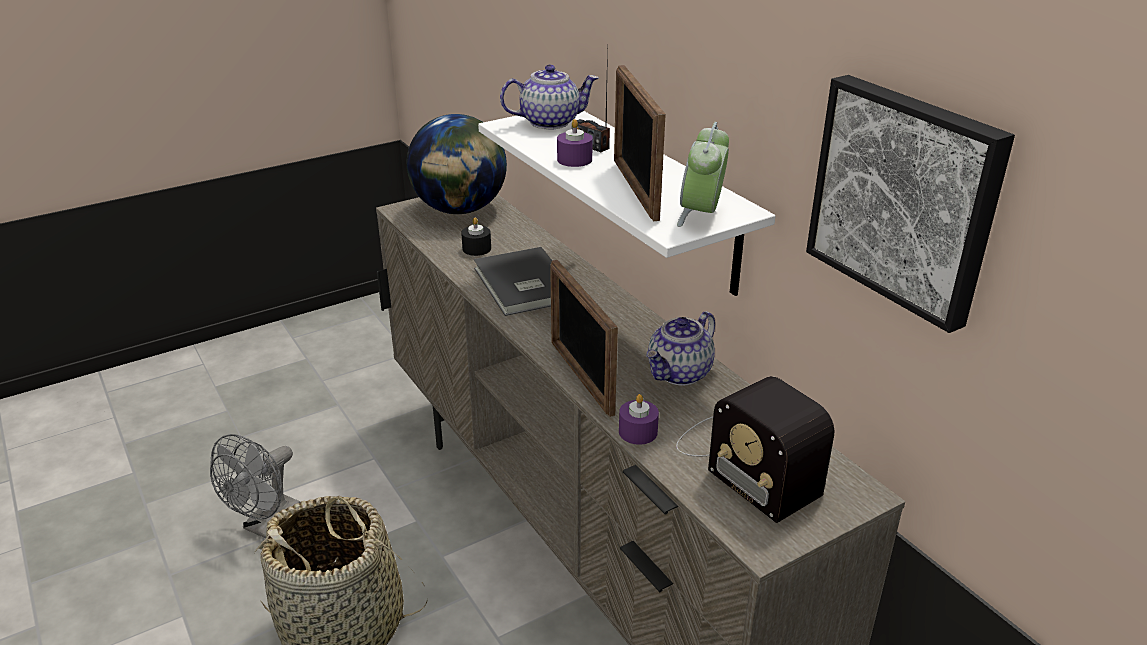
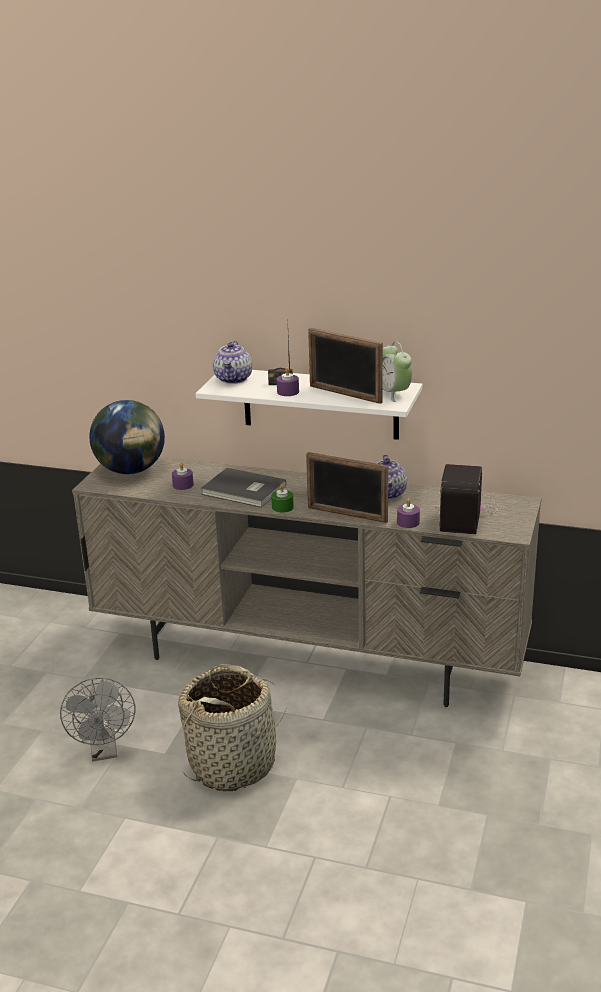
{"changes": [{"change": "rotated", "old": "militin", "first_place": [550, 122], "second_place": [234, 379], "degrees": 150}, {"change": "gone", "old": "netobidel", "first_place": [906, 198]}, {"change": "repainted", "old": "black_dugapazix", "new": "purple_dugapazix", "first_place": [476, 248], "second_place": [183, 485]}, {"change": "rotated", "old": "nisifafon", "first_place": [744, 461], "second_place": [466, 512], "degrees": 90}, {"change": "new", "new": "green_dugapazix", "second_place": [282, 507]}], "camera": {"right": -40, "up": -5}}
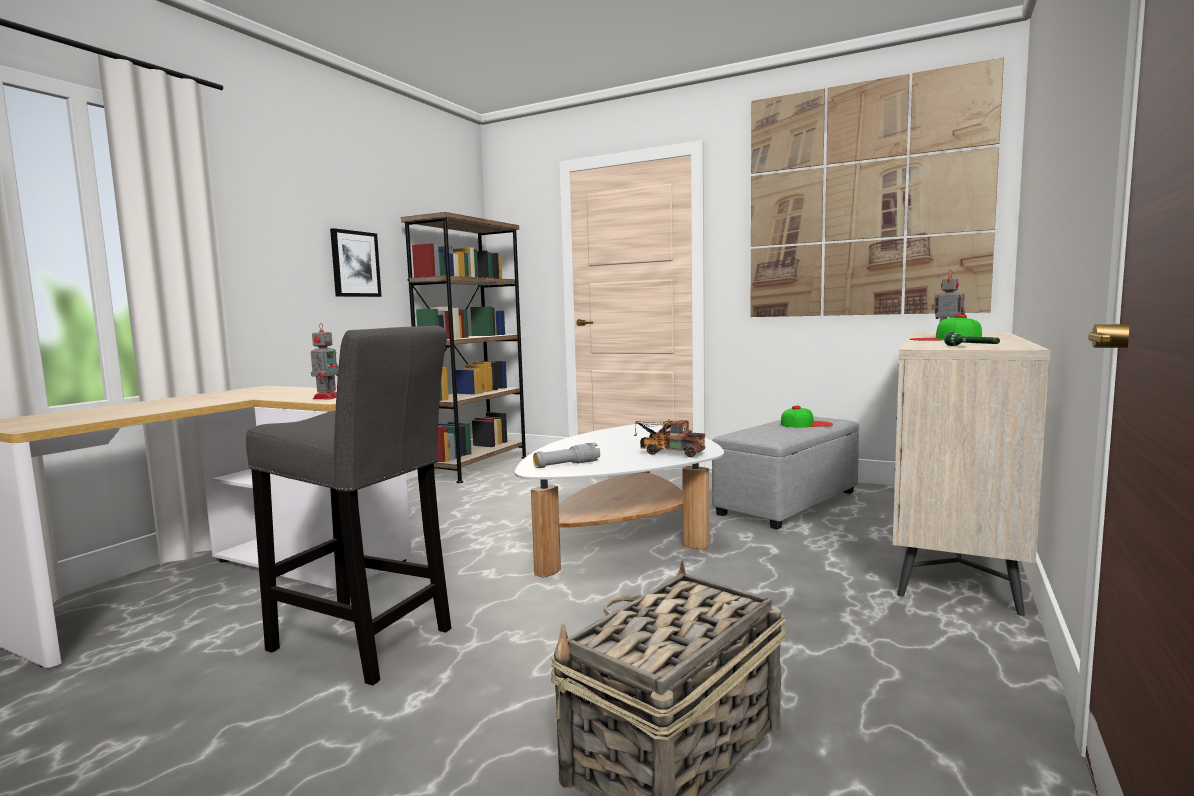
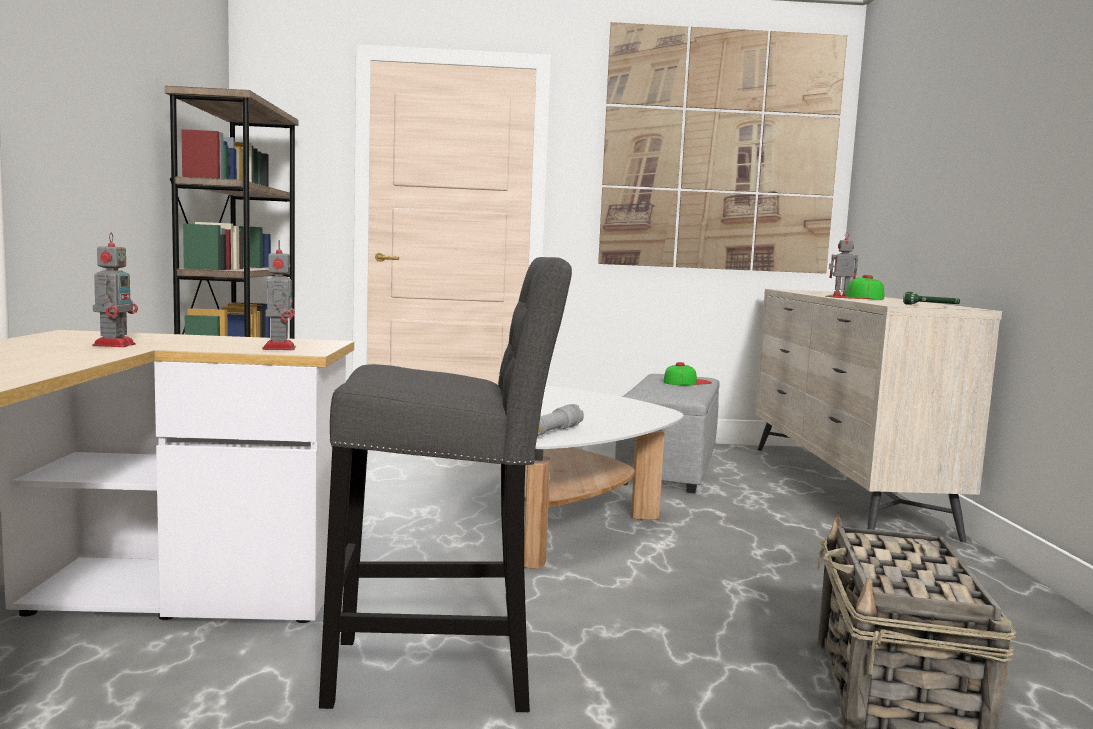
{"changes": [{"change": "gone", "old": "netobidel", "first_place": [355, 264]}, {"change": "gone", "old": "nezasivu", "first_place": [668, 452]}, {"change": "new", "new": "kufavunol", "second_place": [115, 345]}], "camera": {"right": -30, "up": 0}}
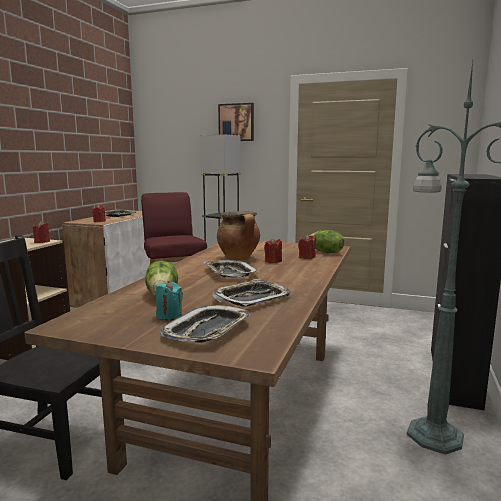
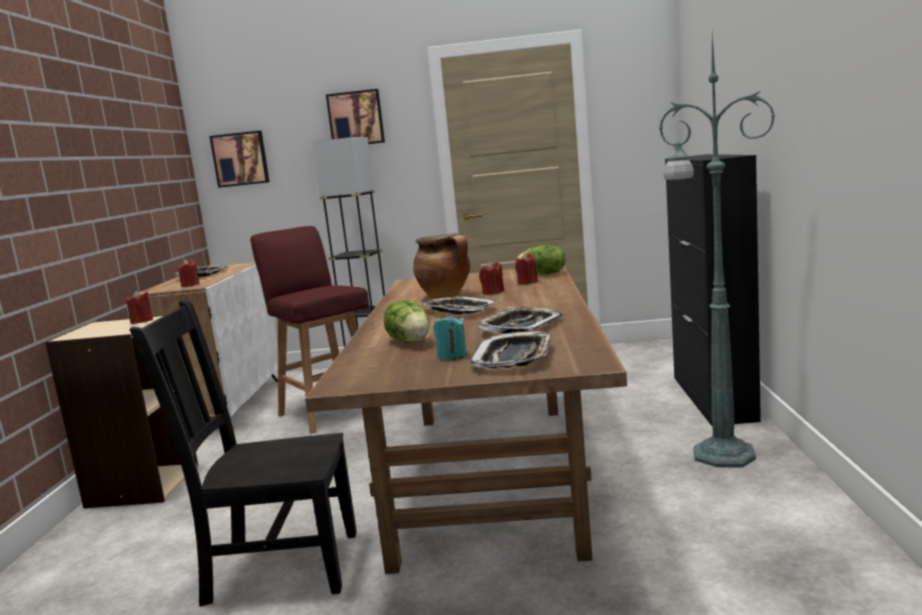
{"changes": [{"change": "new", "new": "netobidel", "second_place": [240, 159]}], "camera": {"right": -15, "up": 0}}
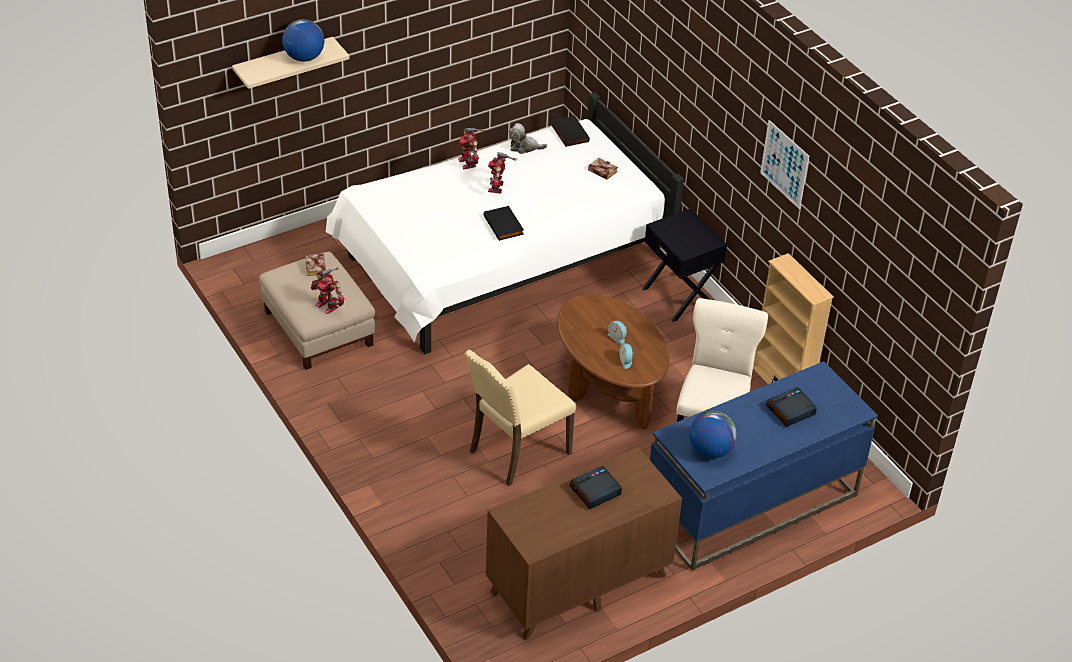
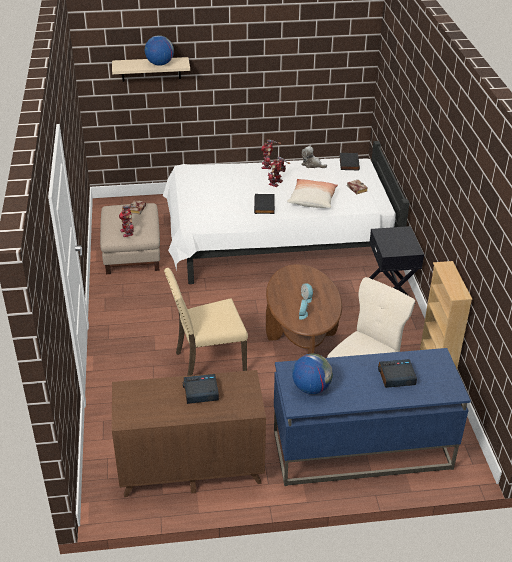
{"changes": [{"change": "gone", "old": "netobidel", "first_place": [784, 164]}, {"change": "new", "new": "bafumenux", "second_place": [312, 200]}], "camera": {"right": 25, "up": -5}}
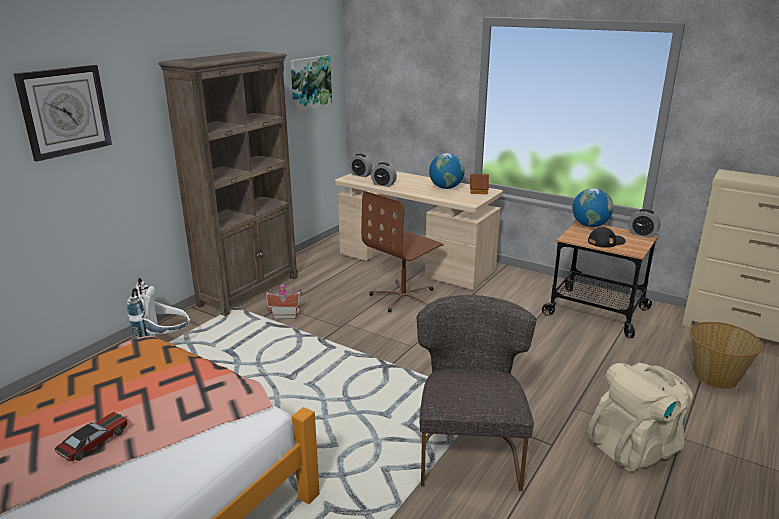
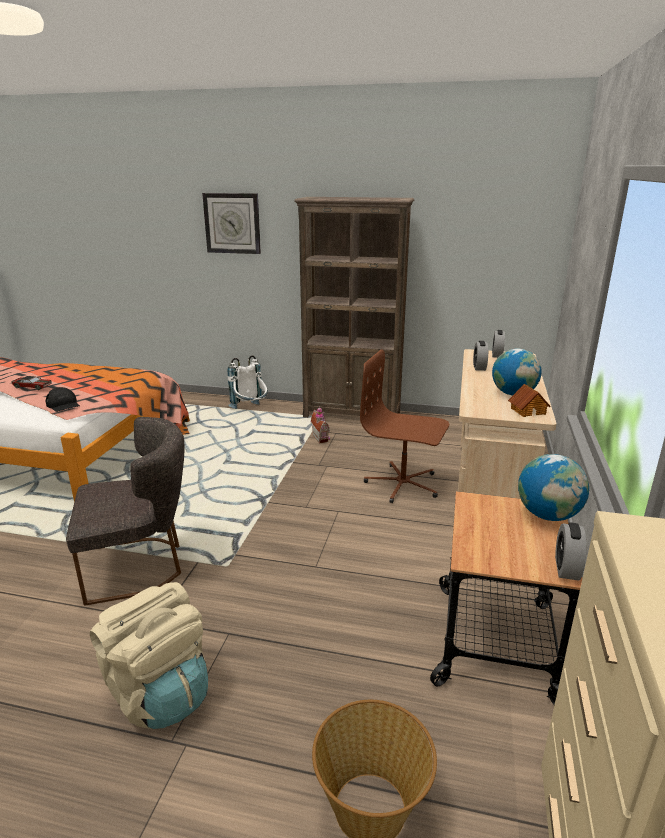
{"changes": [{"change": "gone", "old": "netobidel", "first_place": [310, 82]}, {"change": "shifted", "old": "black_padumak", "first_place": [606, 241], "second_place": [63, 405]}], "camera": {"right": 70, "up": 0}}
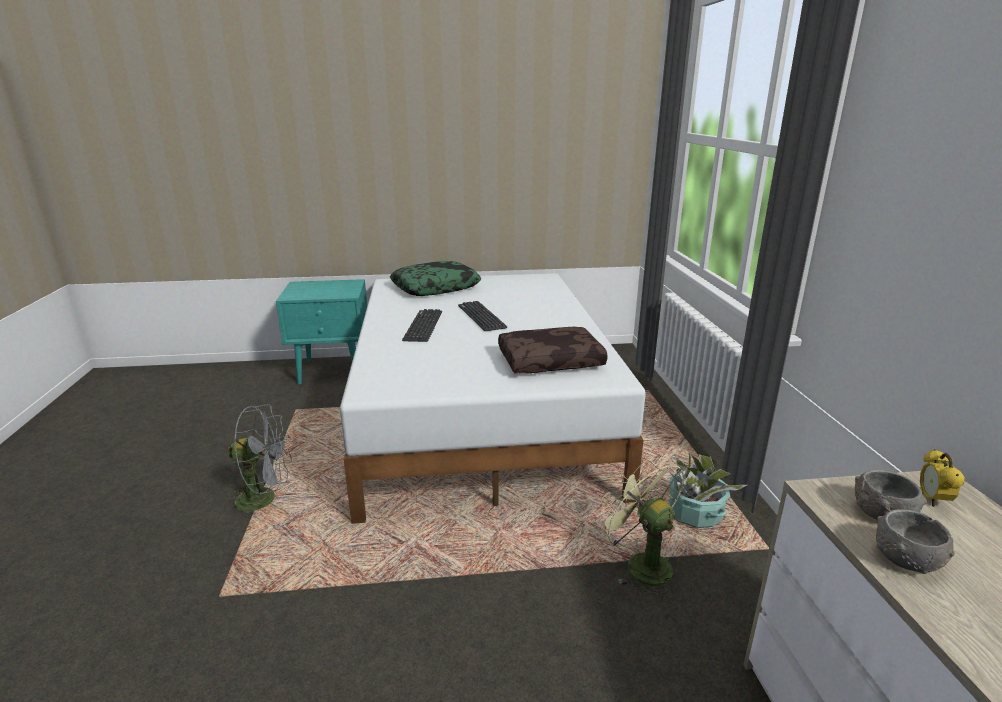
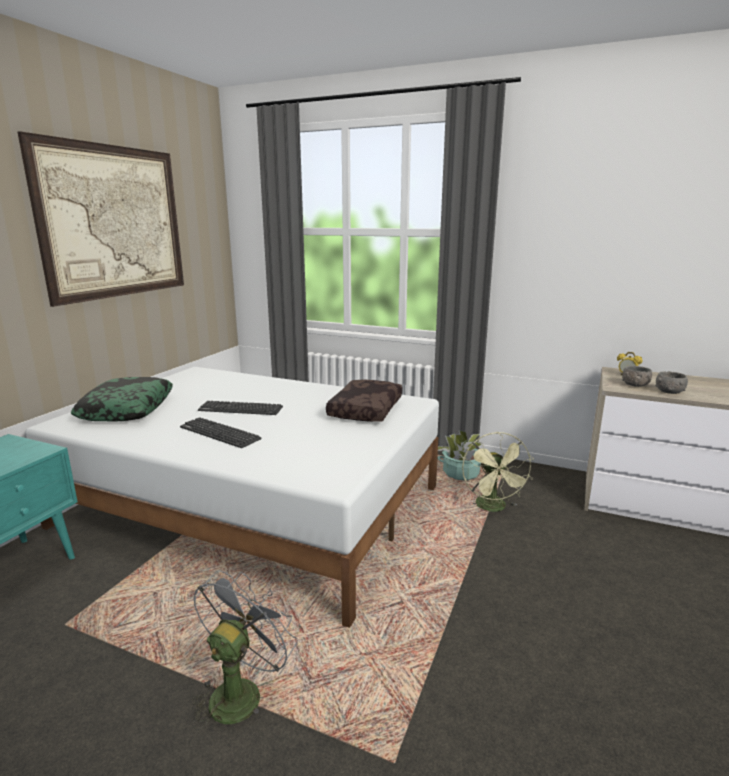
{"changes": [{"change": "rotated", "old": "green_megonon", "first_place": [640, 564], "second_place": [494, 508], "degrees": -90}, {"change": "new", "new": "netobidel", "second_place": [114, 222]}], "camera": {"right": -60, "up": -5}}
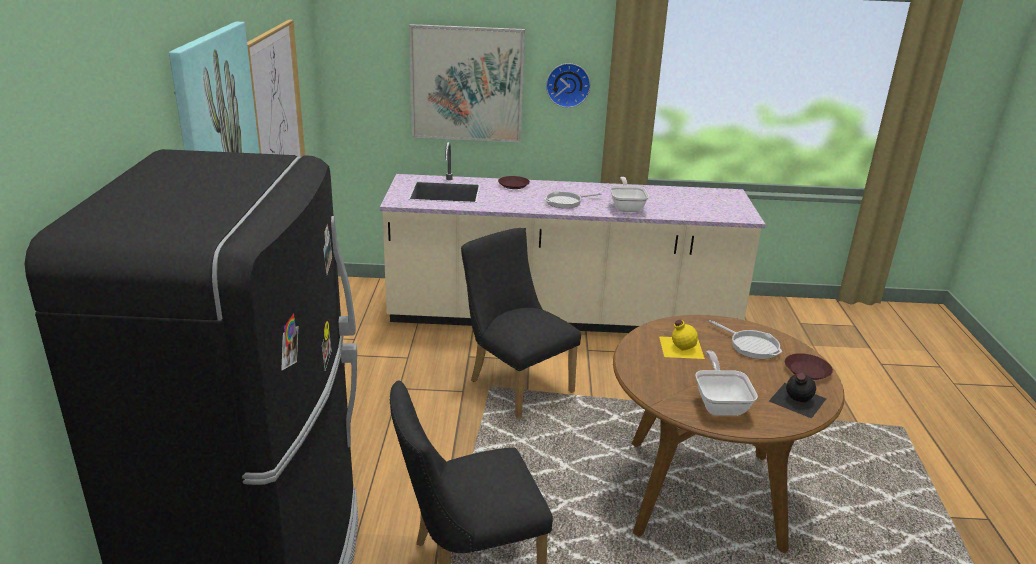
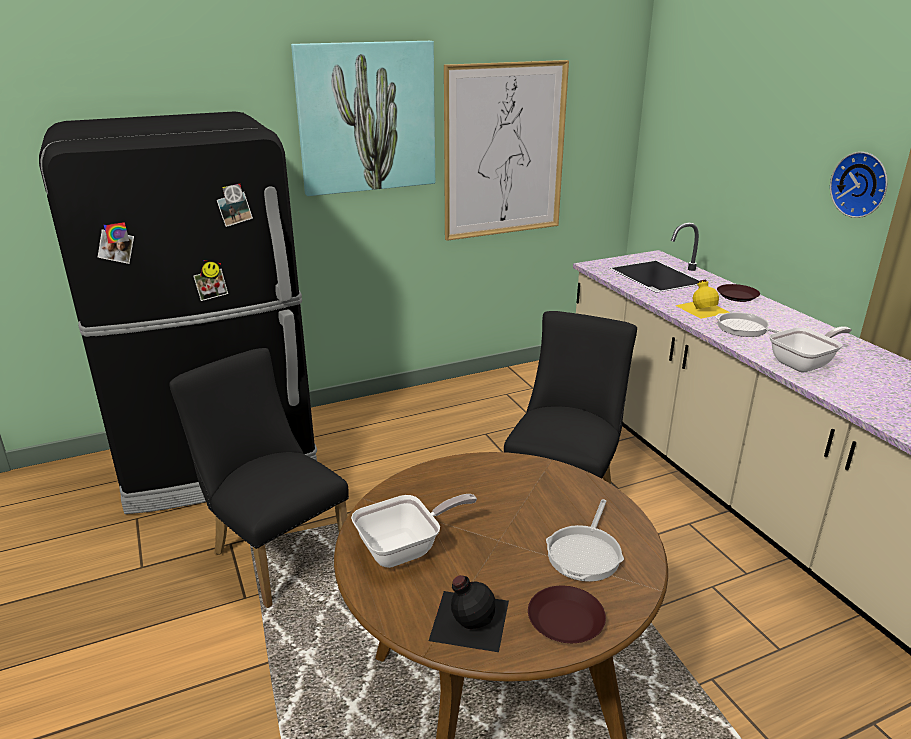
{"changes": [{"change": "gone", "old": "netobidel", "first_place": [467, 84]}, {"change": "shifted", "old": "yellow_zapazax", "first_place": [680, 347], "second_place": [702, 308]}], "camera": {"right": 65, "up": 0}}
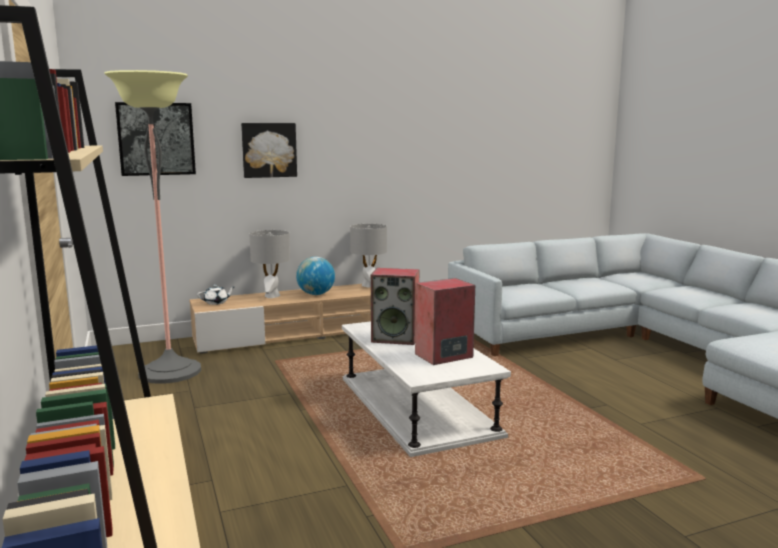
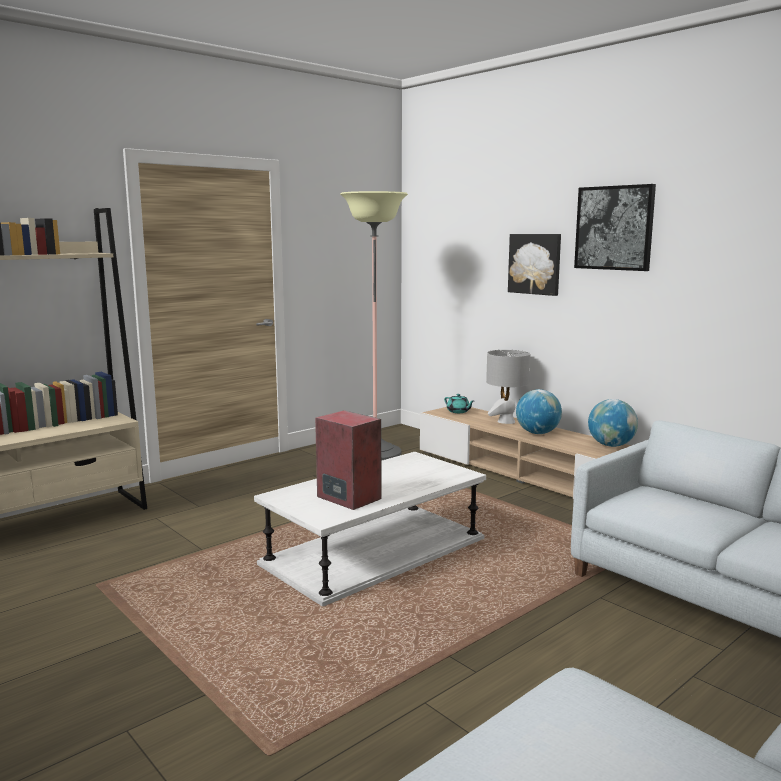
{"changes": [{"change": "shifted", "old": "netobidel", "first_place": [156, 139], "second_place": [614, 228]}, {"change": "swapped", "old": "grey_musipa", "new": "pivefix", "first_place": [369, 285], "second_place": [611, 445]}, {"change": "gone", "old": "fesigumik", "first_place": [396, 338]}, {"change": "repainted", "old": "white_militin", "new": "turquoise_militin", "first_place": [216, 302], "second_place": [458, 411]}], "camera": {"right": 70, "up": 0}}
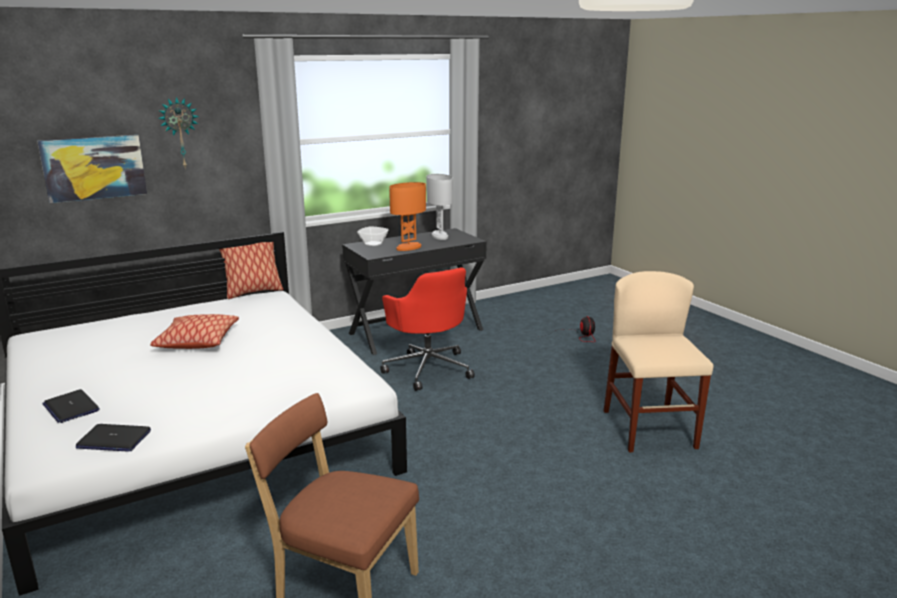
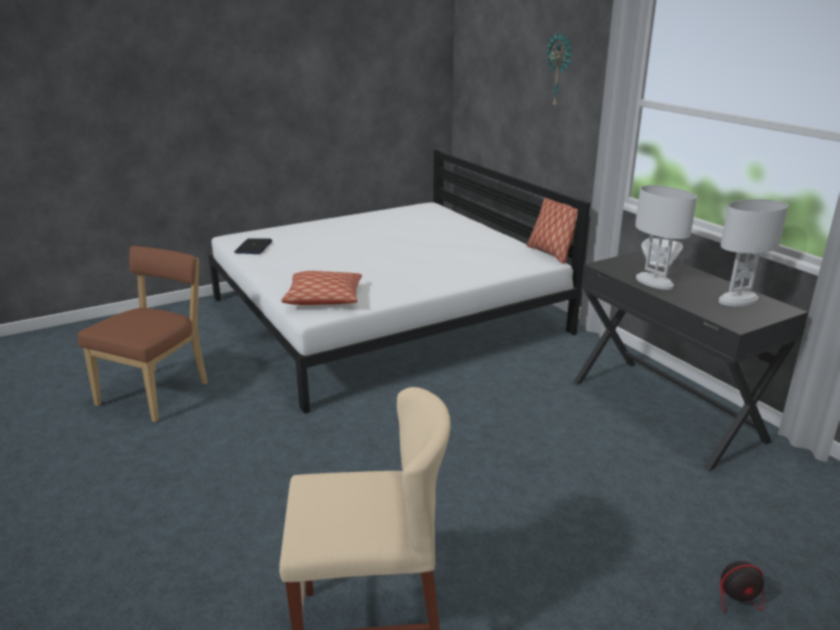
{"changes": [{"change": "gone", "old": "netobidel", "first_place": [94, 167]}, {"change": "repainted", "old": "orange_musipa", "new": "white_musipa", "first_place": [408, 248], "second_place": [654, 282]}, {"change": "gone", "old": "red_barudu", "first_place": [428, 368]}, {"change": "shifted", "old": "bafumenux", "first_place": [197, 341], "second_place": [324, 298]}, {"change": "gone", "old": "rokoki", "first_place": [71, 407]}], "camera": {"right": 90, "up": 5}}
